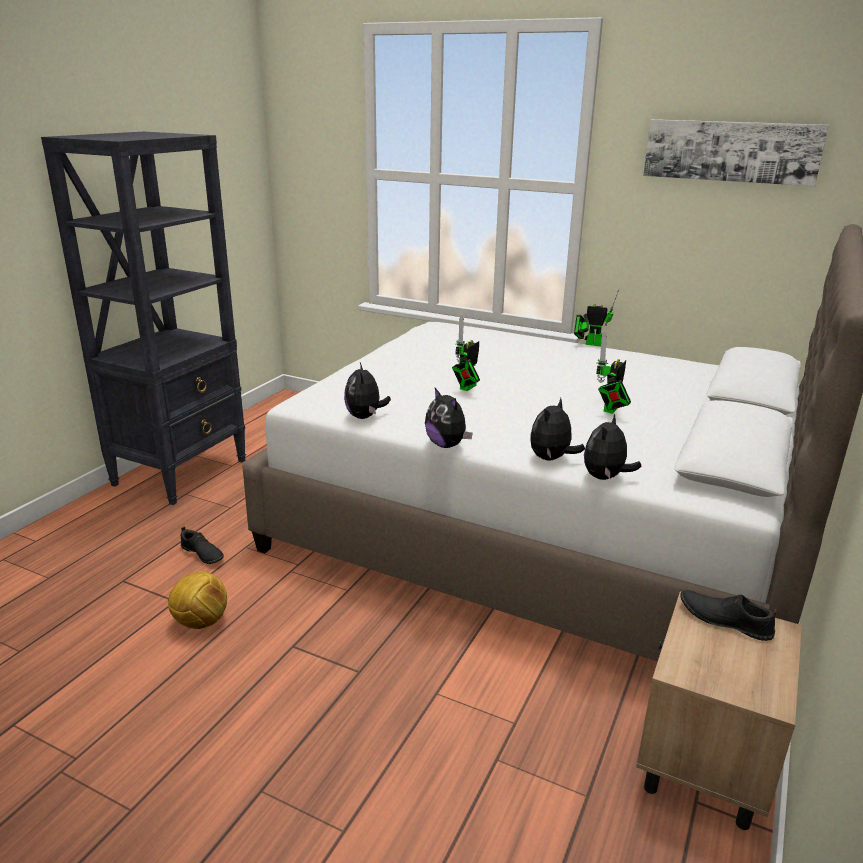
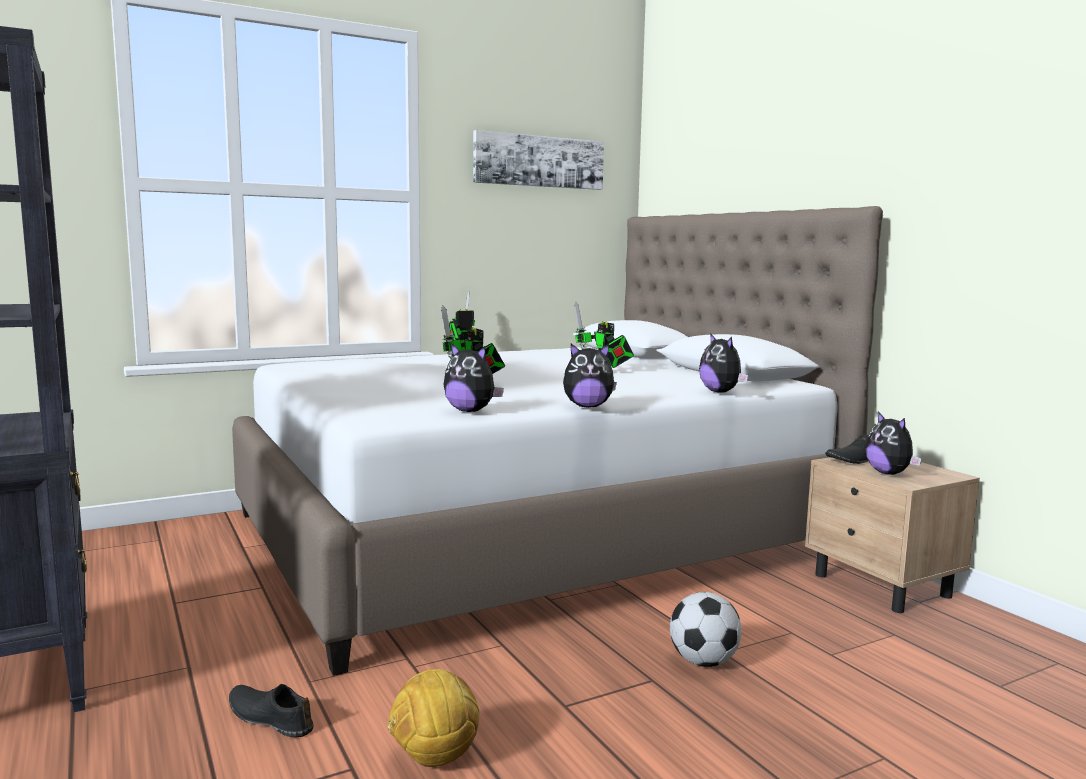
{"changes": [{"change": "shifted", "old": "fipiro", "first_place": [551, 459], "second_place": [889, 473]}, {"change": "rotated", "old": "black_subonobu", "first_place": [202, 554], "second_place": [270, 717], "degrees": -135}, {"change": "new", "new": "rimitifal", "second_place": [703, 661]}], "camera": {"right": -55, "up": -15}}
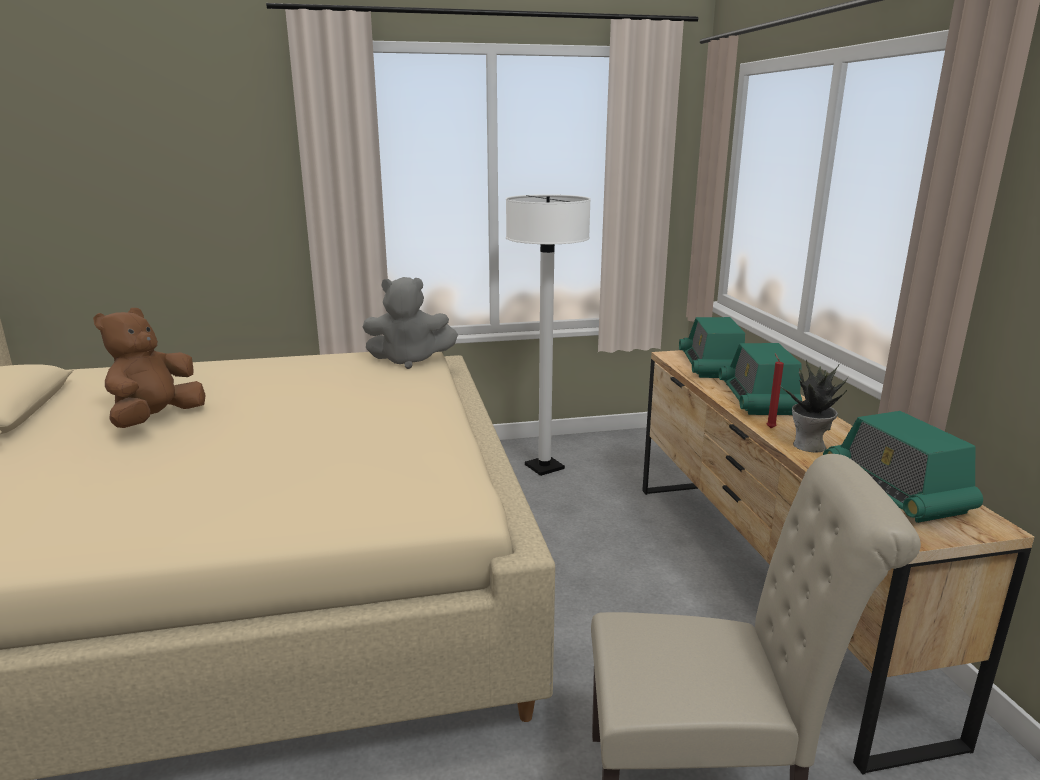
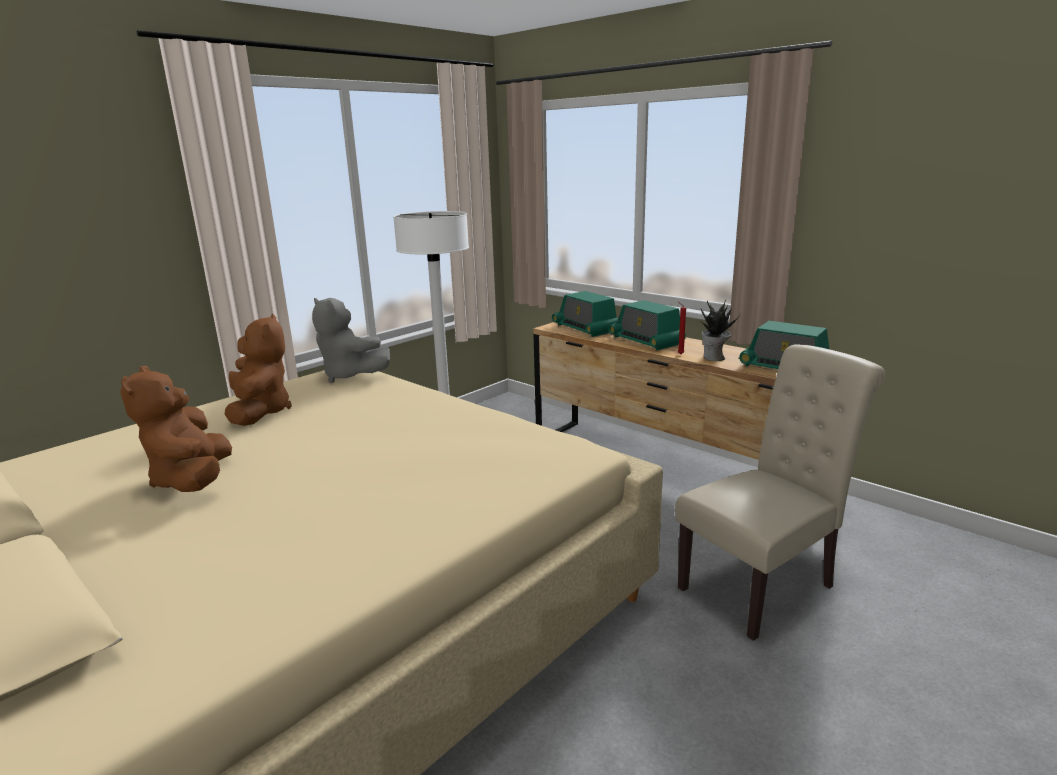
{"changes": [{"change": "rotated", "old": "grey_fipiro", "first_place": [409, 360], "second_place": [350, 376], "degrees": 75}, {"change": "new", "new": "brown_fipiro", "second_place": [260, 412]}], "camera": {"right": -35, "up": 0}}
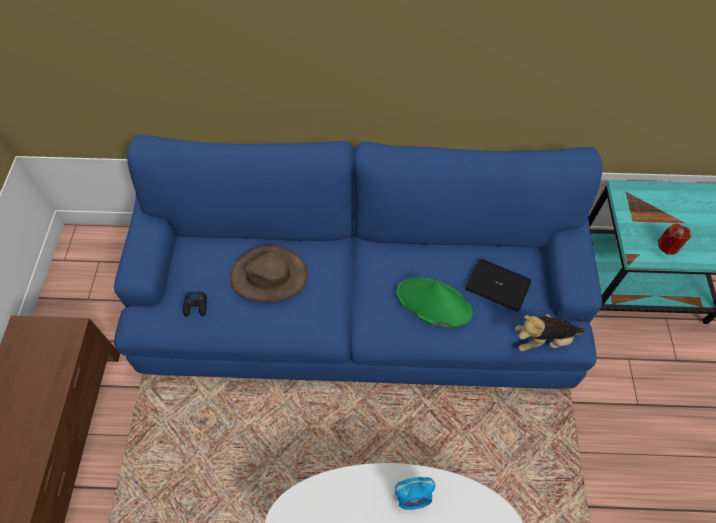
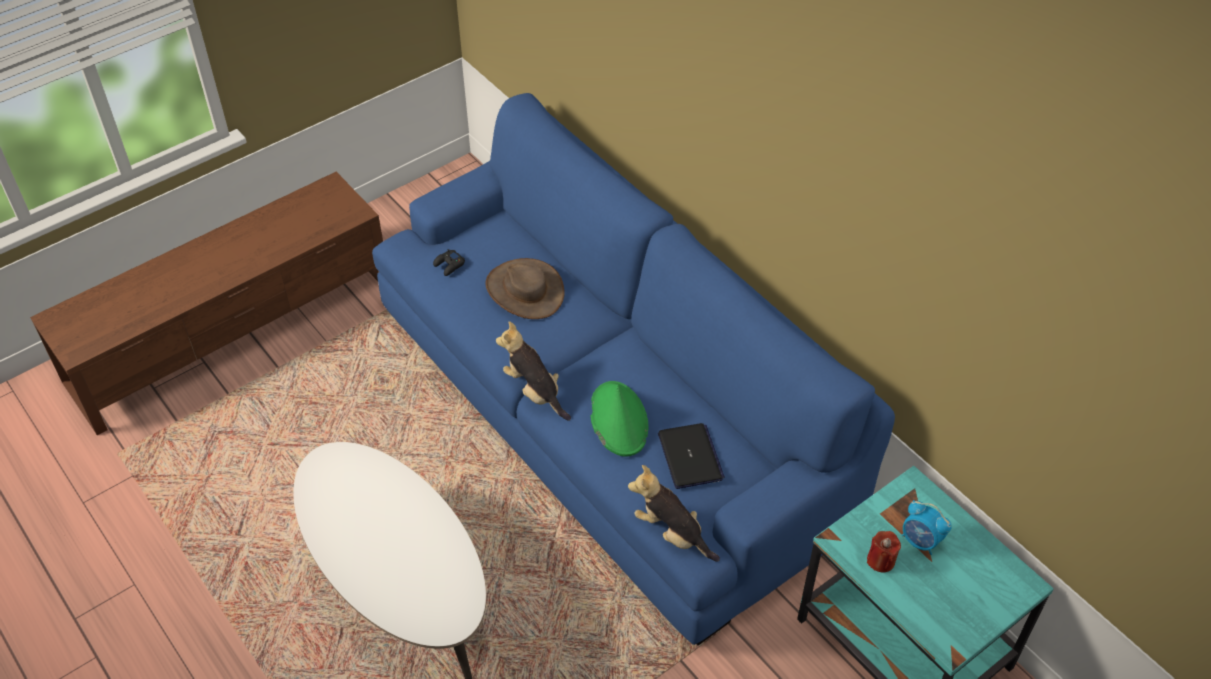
{"changes": [{"change": "shifted", "old": "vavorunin", "first_place": [412, 497], "second_place": [920, 541]}, {"change": "new", "new": "fipiro", "second_place": [534, 391]}], "camera": {"right": 50, "up": -10}}
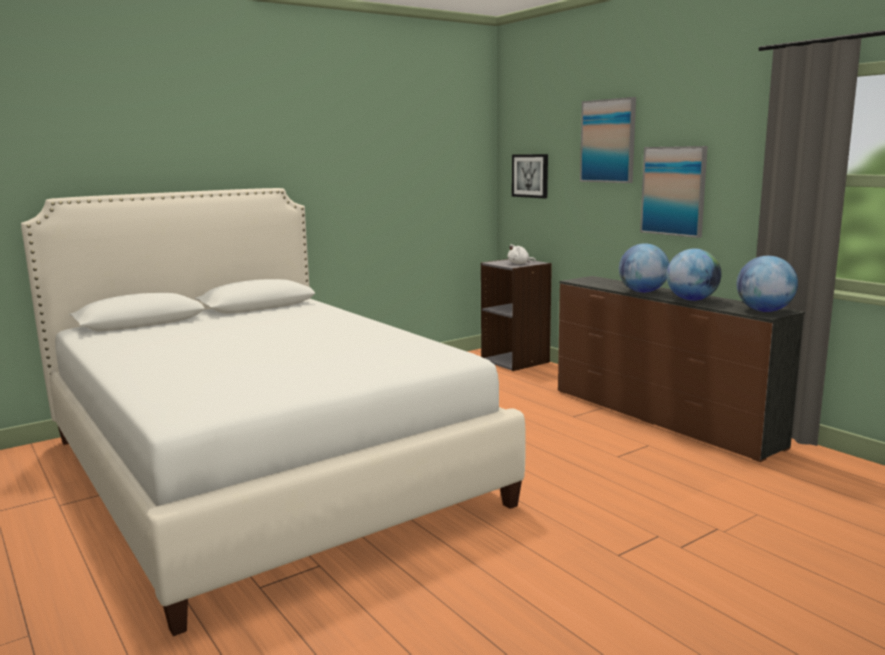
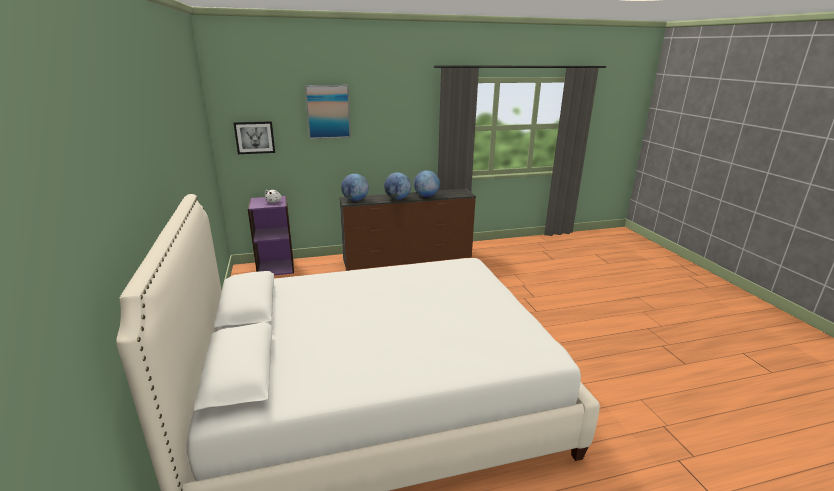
{"changes": [{"change": "gone", "old": "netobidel", "first_place": [674, 191]}, {"change": "shifted", "old": "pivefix", "first_place": [764, 311], "second_place": [355, 200]}, {"change": "repainted", "old": "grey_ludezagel", "new": "purple_ludezagel", "first_place": [516, 361], "second_place": [276, 267]}], "camera": {"right": -70, "up": 10}}
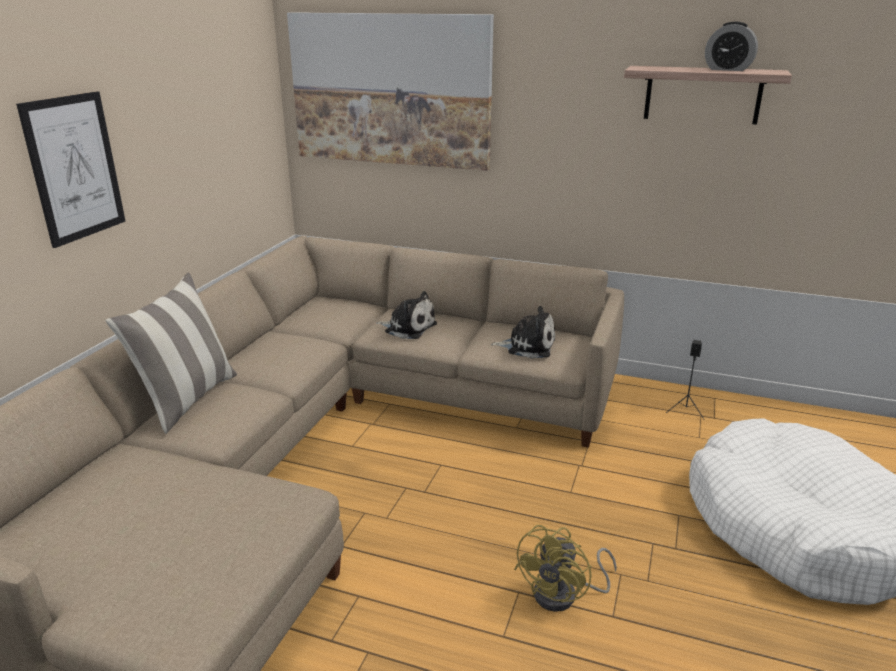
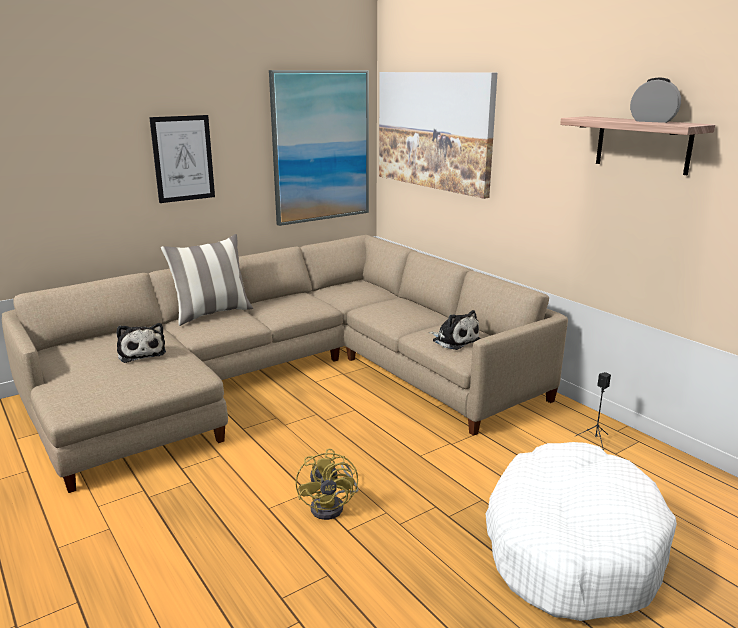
{"changes": [{"change": "rotated", "old": "vavorunin", "first_place": [728, 69], "second_place": [652, 121], "degrees": 150}, {"change": "shifted", "old": "fipiro", "first_place": [408, 328], "second_place": [141, 353]}, {"change": "rotated", "old": "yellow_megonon", "first_place": [564, 595], "second_place": [332, 506], "degrees": -75}, {"change": "new", "new": "netobidel", "second_place": [321, 146]}], "camera": {"right": 35, "up": -5}}
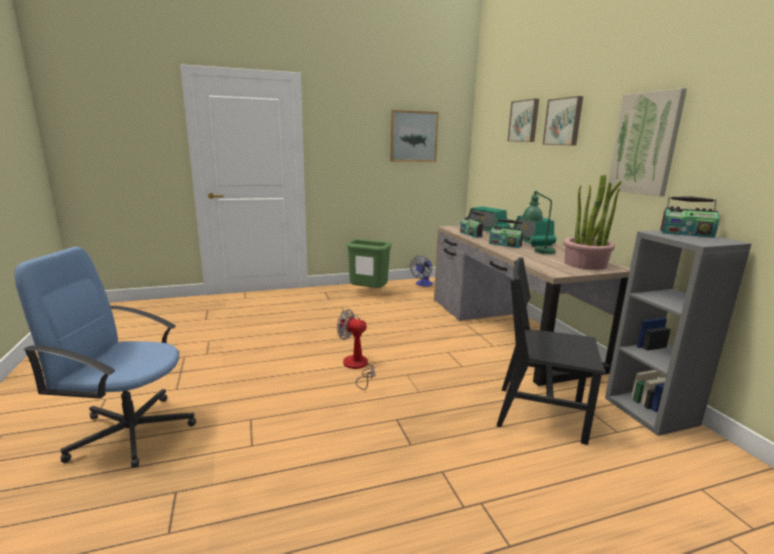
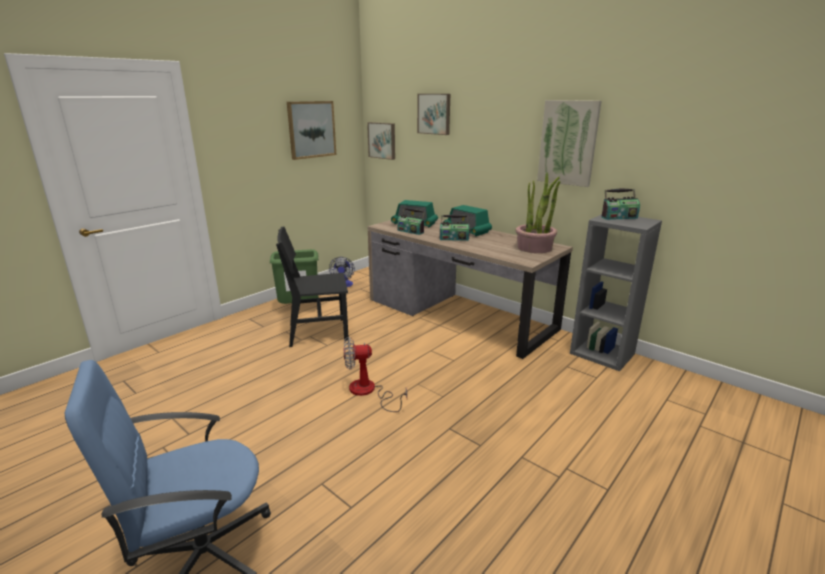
{"changes": [{"change": "shifted", "old": "netobidel", "first_place": [563, 122], "second_place": [382, 140]}, {"change": "gone", "old": "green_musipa", "first_place": [536, 252]}, {"change": "shifted", "old": "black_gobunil", "first_place": [540, 414], "second_place": [318, 332]}], "camera": {"right": -30, "up": 5}}
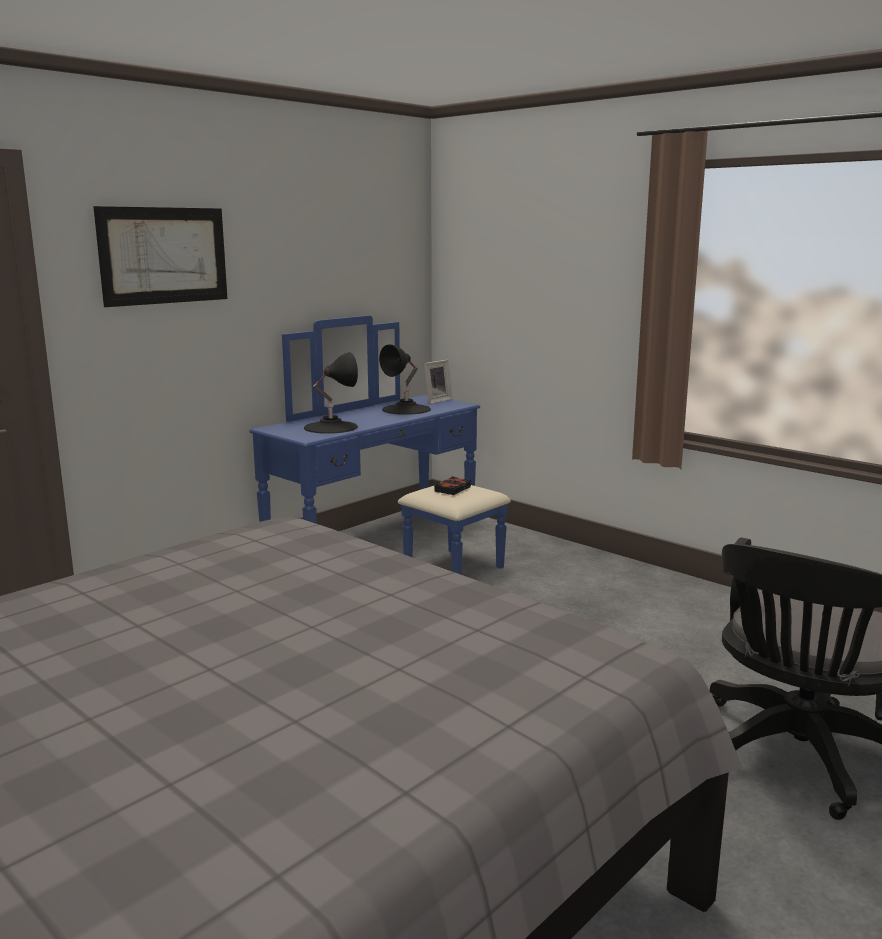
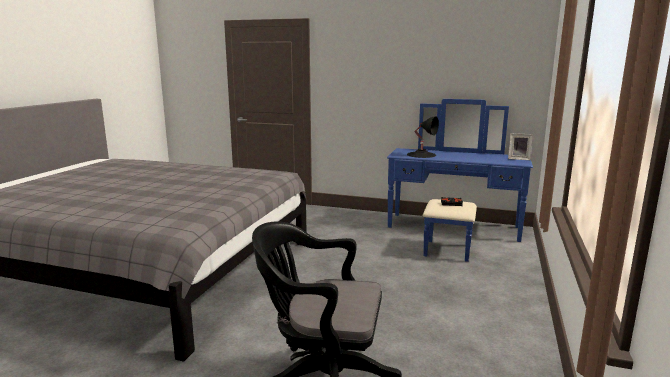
{"changes": [{"change": "gone", "old": "netobidel", "first_place": [164, 255]}, {"change": "gone", "old": "black_musipa", "first_place": [406, 409]}], "camera": {"right": 65, "up": 0}}
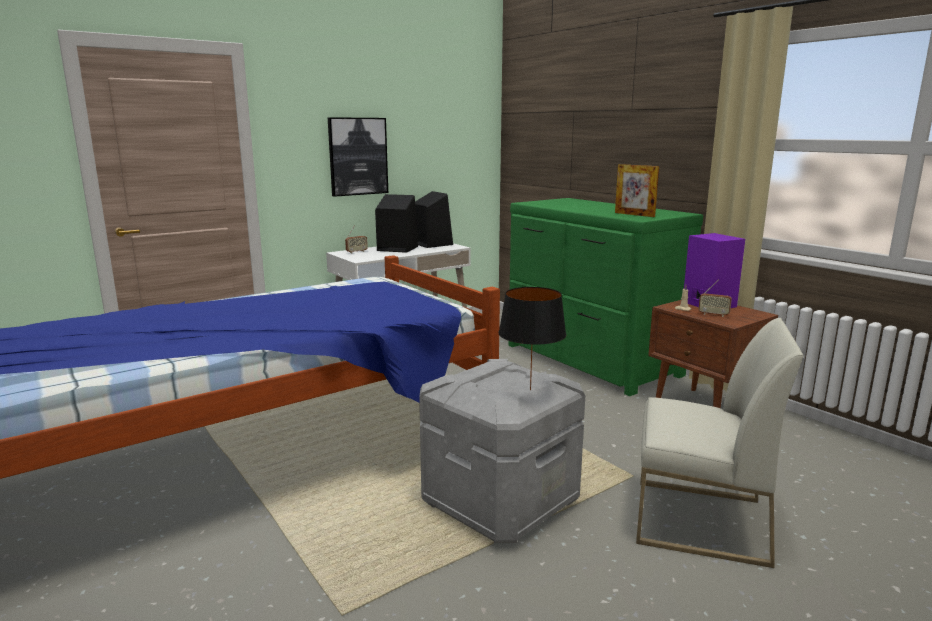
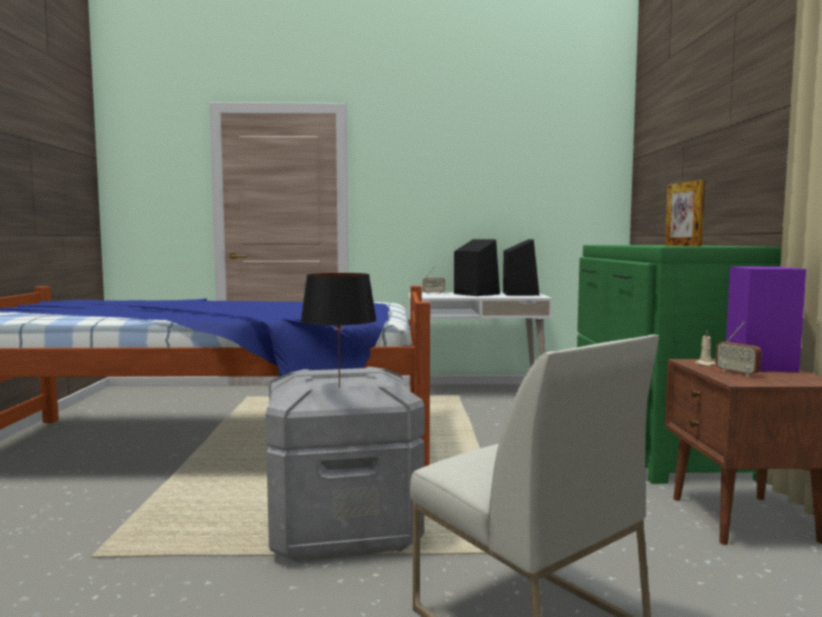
{"changes": [{"change": "gone", "old": "netobidel", "first_place": [358, 156]}], "camera": {"right": 35, "up": -10}}
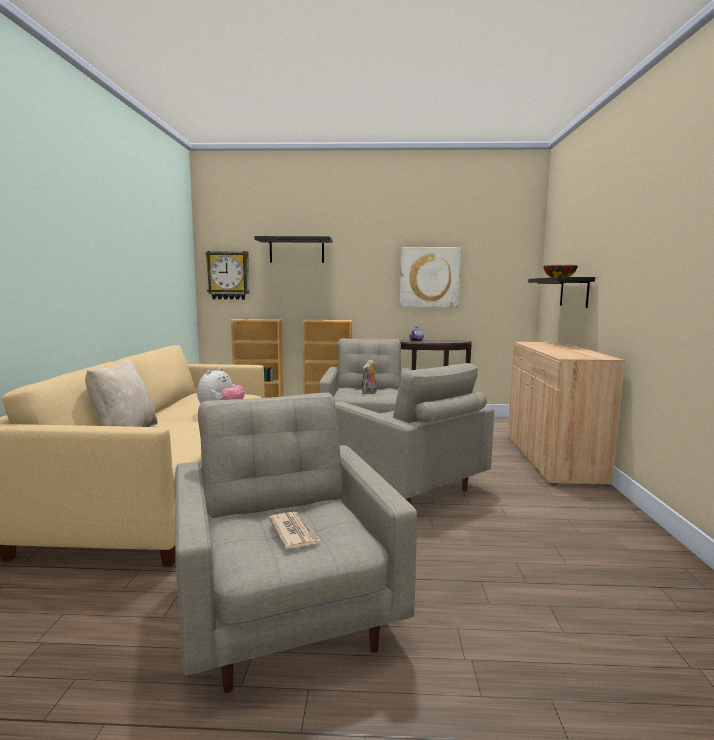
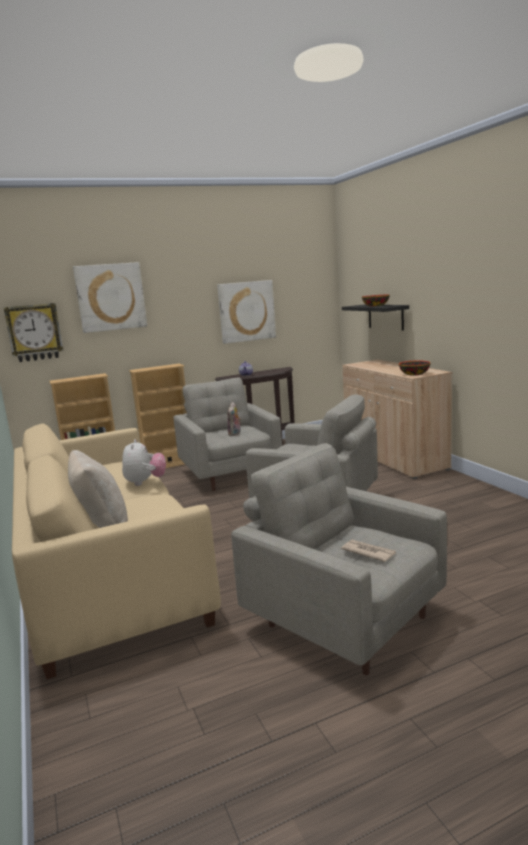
{"changes": [{"change": "swapped", "old": "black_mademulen", "new": "netobidel", "first_place": [296, 250], "second_place": [111, 297]}, {"change": "new", "new": "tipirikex", "second_place": [414, 374]}], "camera": {"right": -25, "up": 5}}
